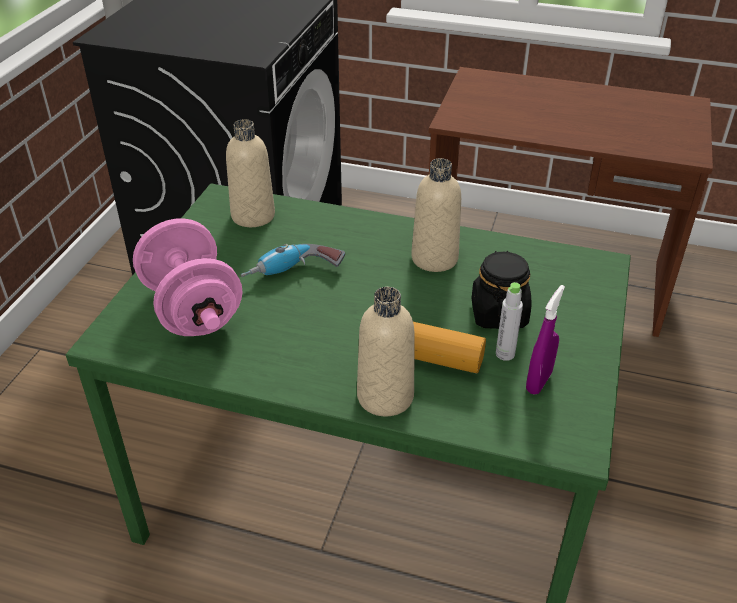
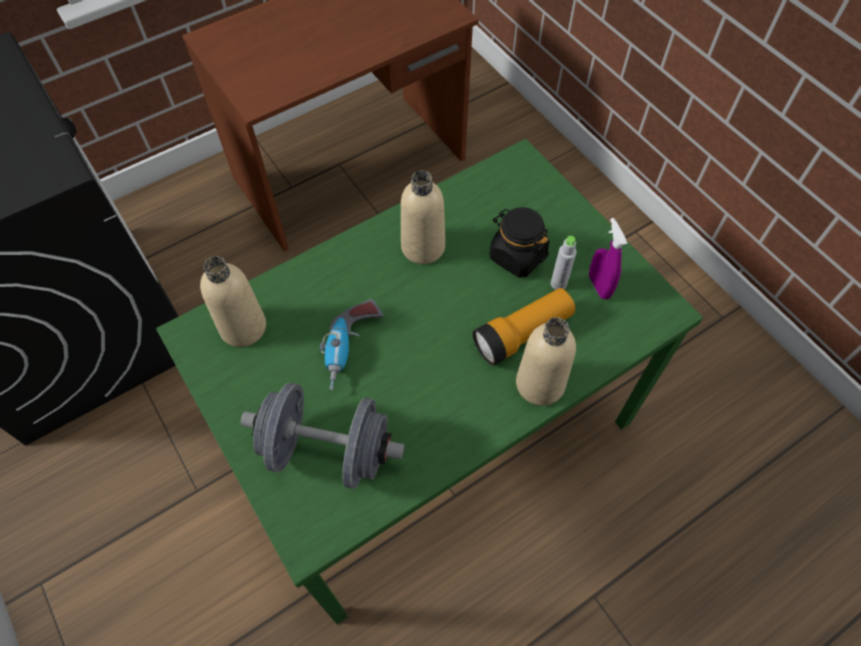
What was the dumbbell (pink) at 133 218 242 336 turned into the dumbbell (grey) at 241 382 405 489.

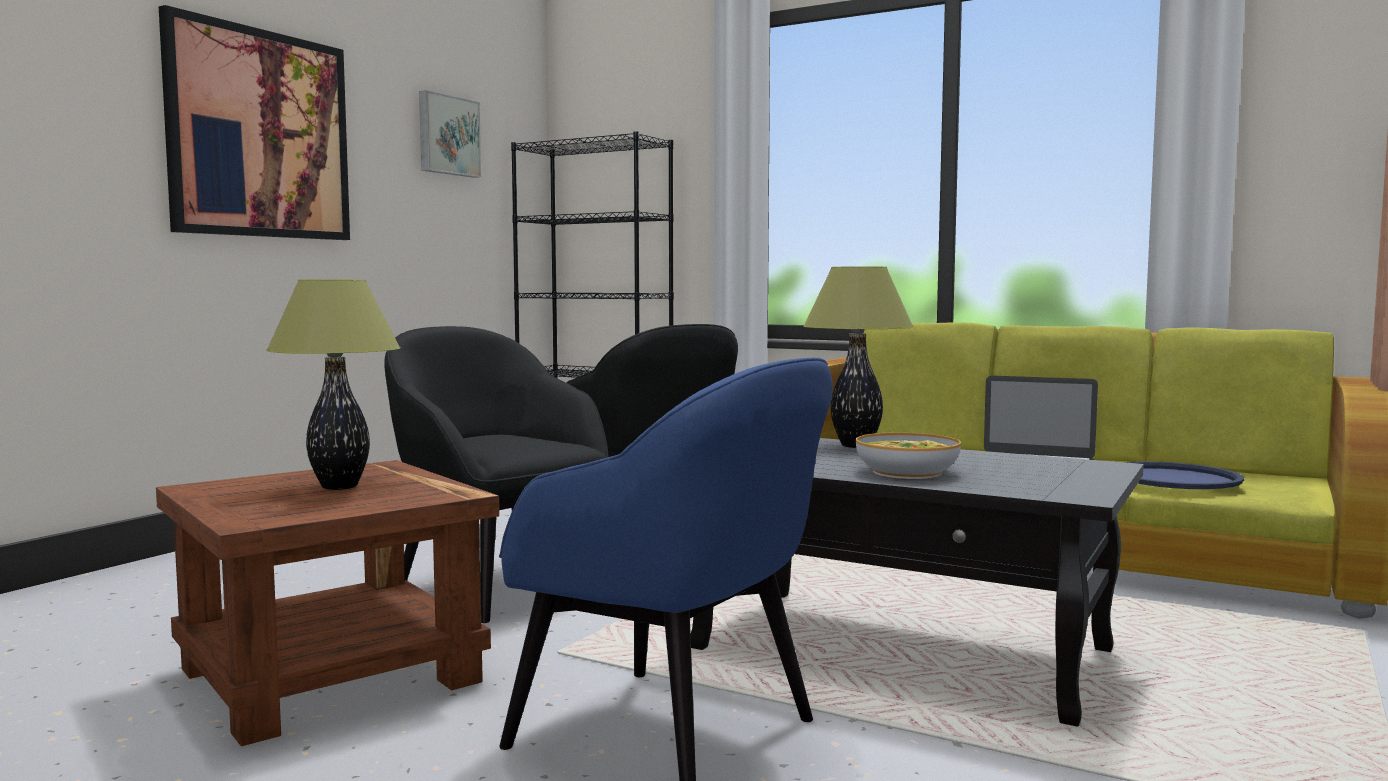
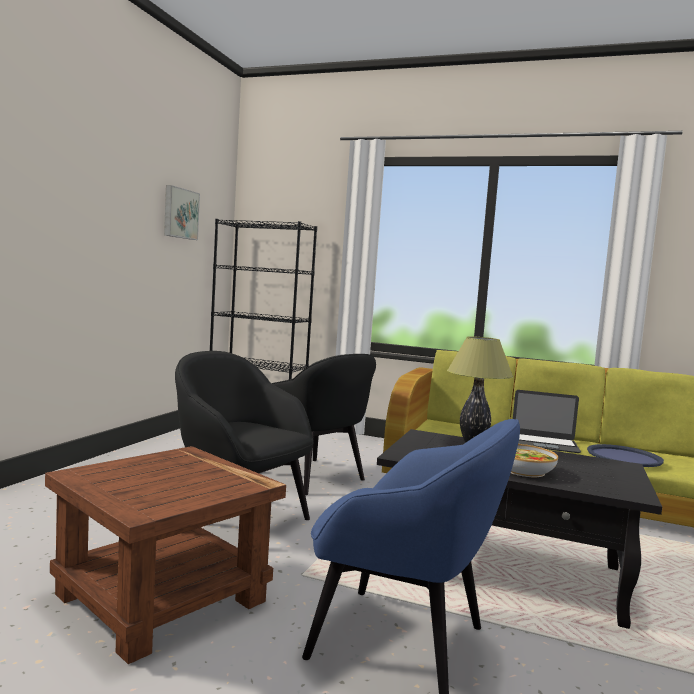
The second view lost the picture at 159 5 350 240. The second view lost the table lamp at 266 280 401 490.

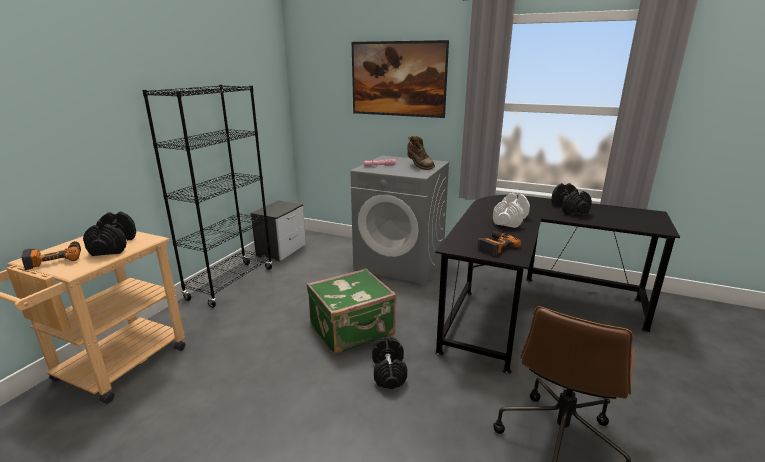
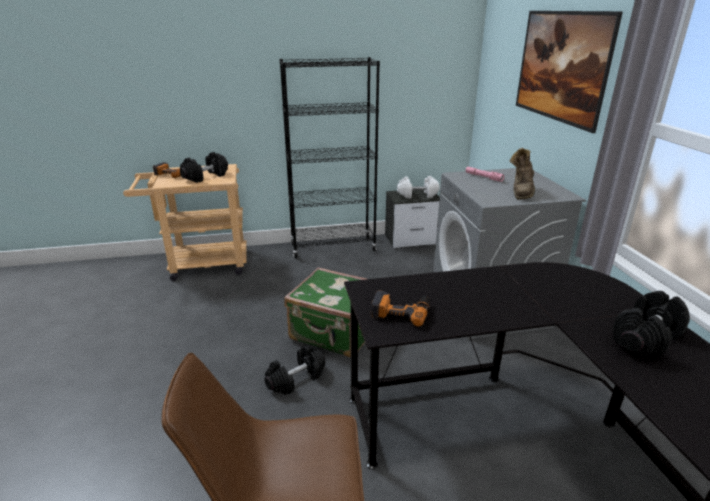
The dumbbell (white) ended up elsewhere, having gone from 493 193 530 228 to 397 176 440 198.

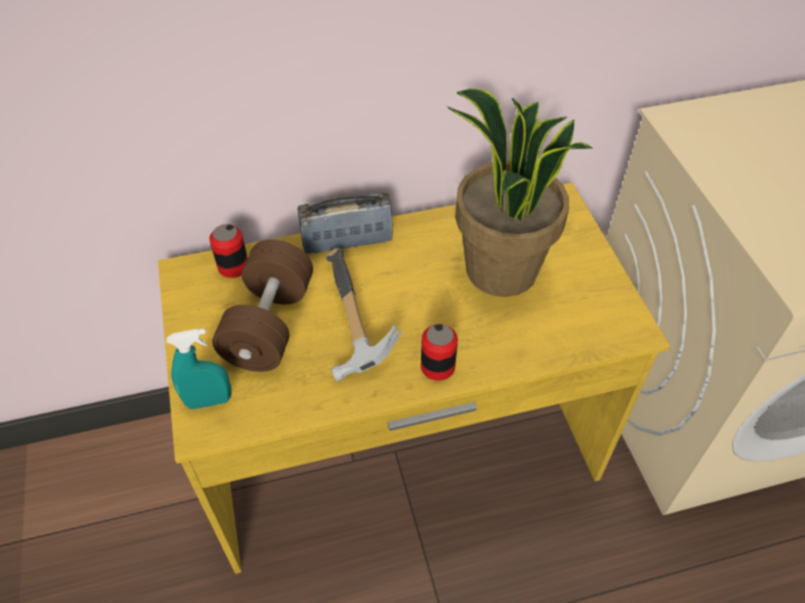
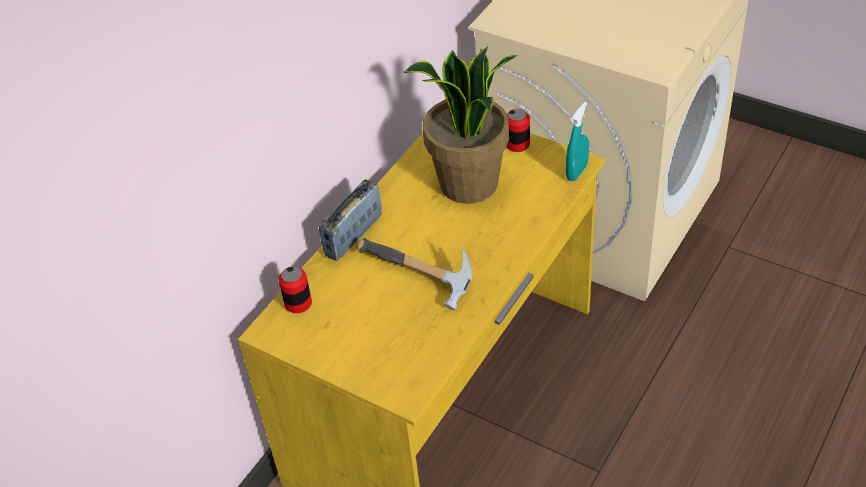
The second view lost the dumbbell (brown) at 212 239 313 372. The spray bottle (turquoise) ended up elsewhere, having gone from 167 328 231 409 to 566 102 589 181. The can ended up elsewhere, having gone from 421 324 458 381 to 507 109 530 152.

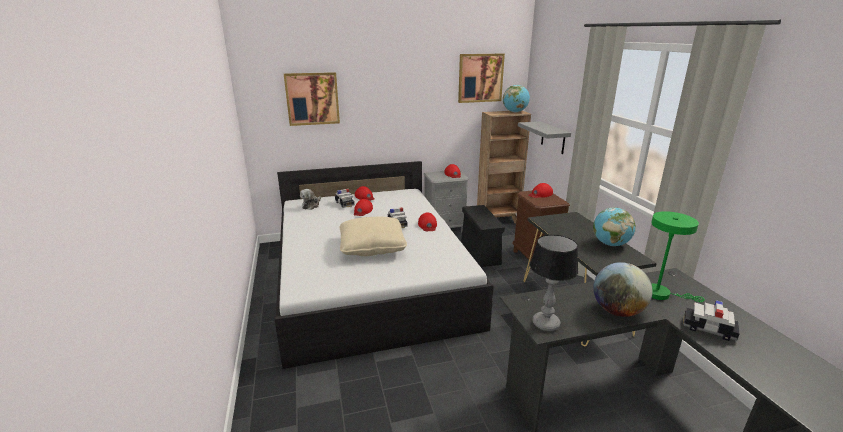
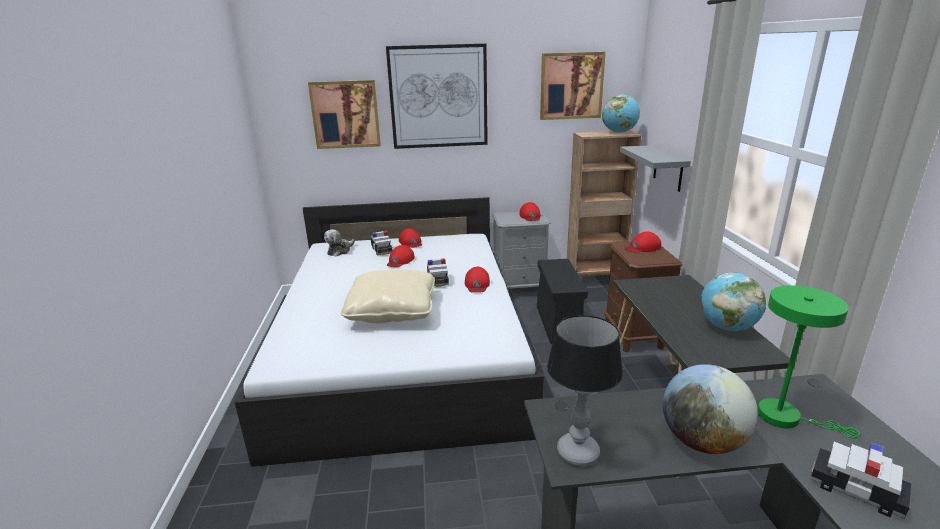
The second view gained the picture at 386 44 488 149.

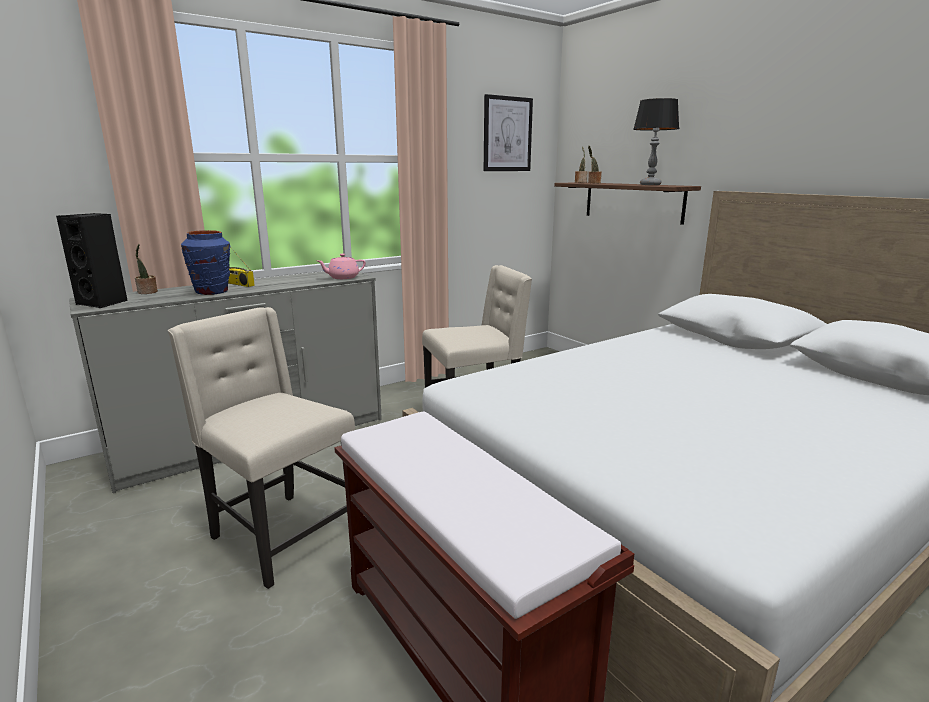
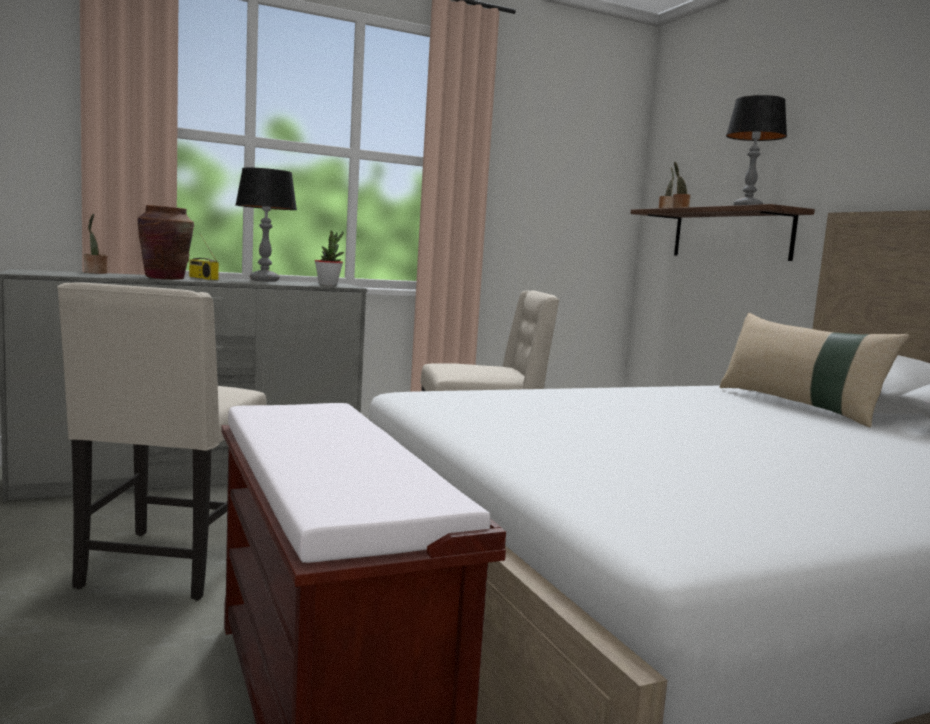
The second view lost the speaker (black) at 56 213 128 308. The second view lost the picture at 484 94 533 171. The second view gained the table lamp at 235 168 297 282. The second view gained the pillow (beige) at 719 313 909 427. Where the teapot (pink) stood at 317 254 366 279, the potted plant came to stand at 315 231 344 286. What was the vase (blue) at 181 230 230 295 turned into the vase (brown) at 138 205 194 279. The chair (beige) at 168 307 355 589 ended up facing another way, 135 degrees counterclockwise from before.

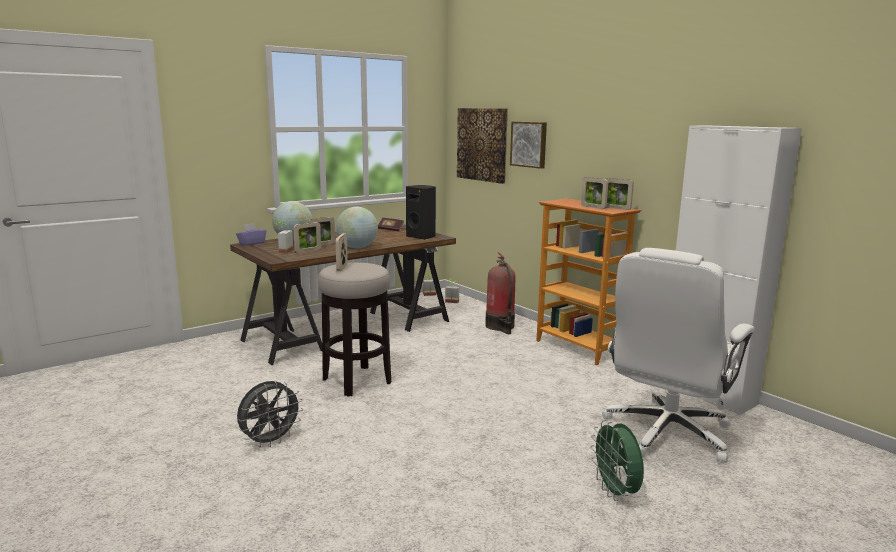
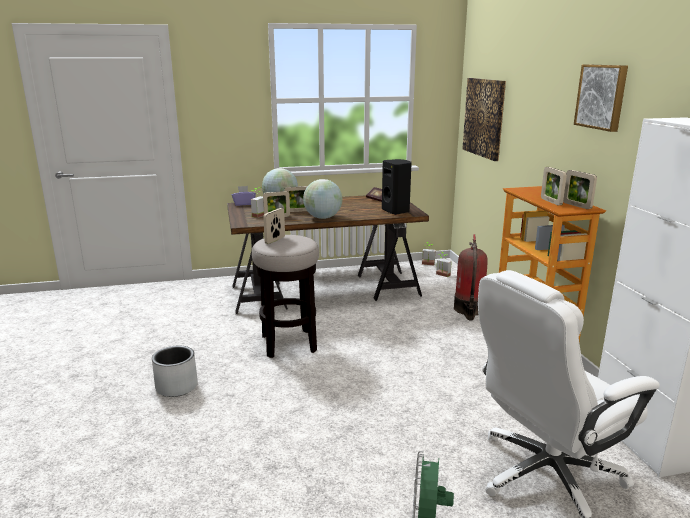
The picture ended up elsewhere, having gone from 510 122 547 169 to 574 64 628 132. Where the fan (grey) stood at 237 381 303 448, the planter (grey) came to stand at 152 345 198 397.

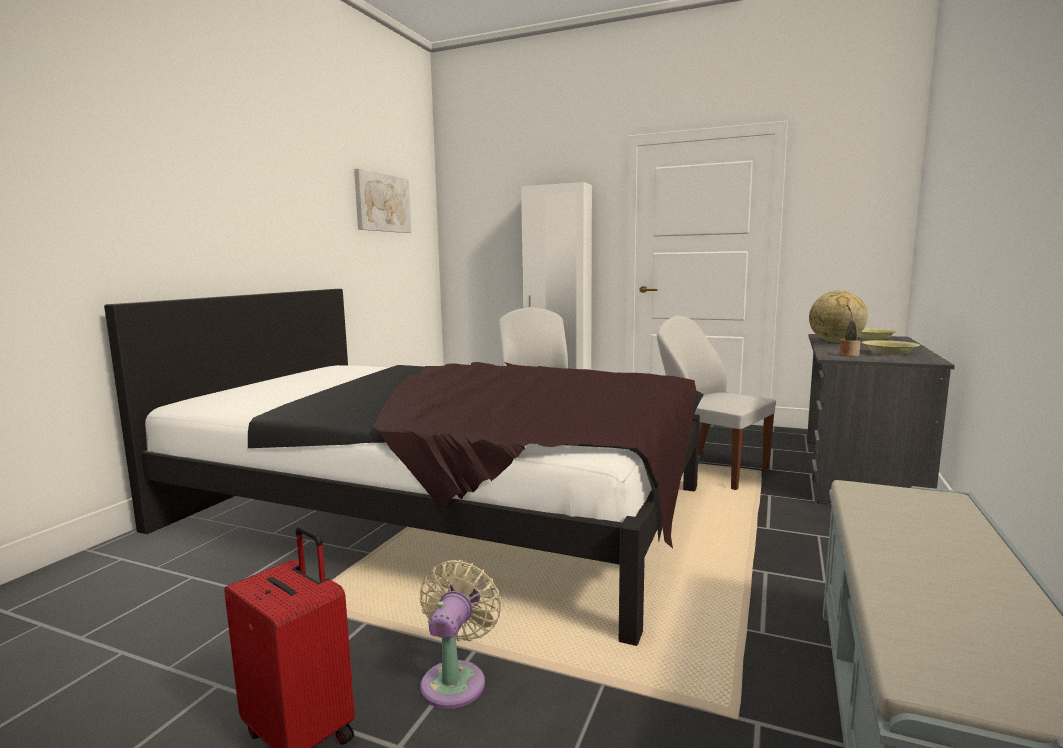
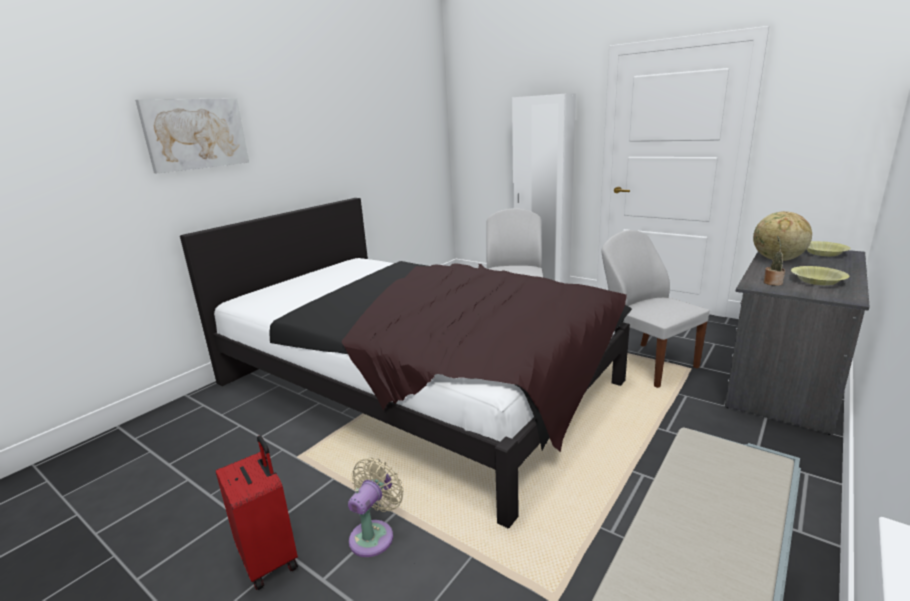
The picture ended up elsewhere, having gone from 354 169 411 233 to 135 98 249 173.

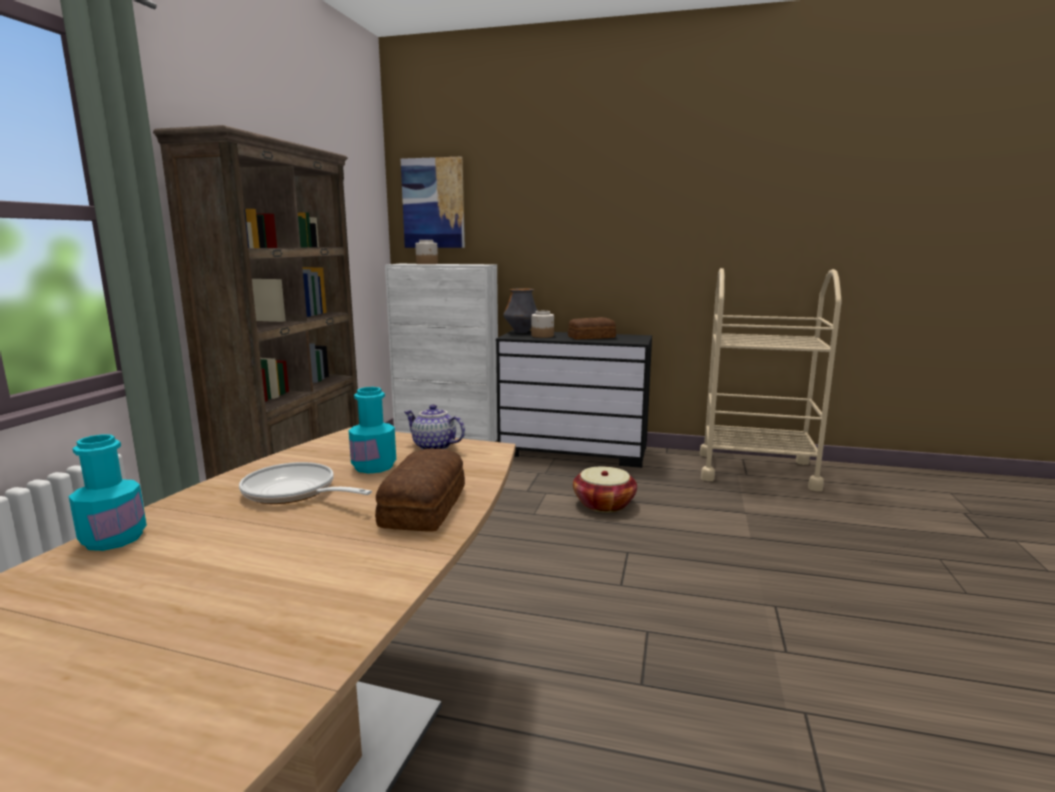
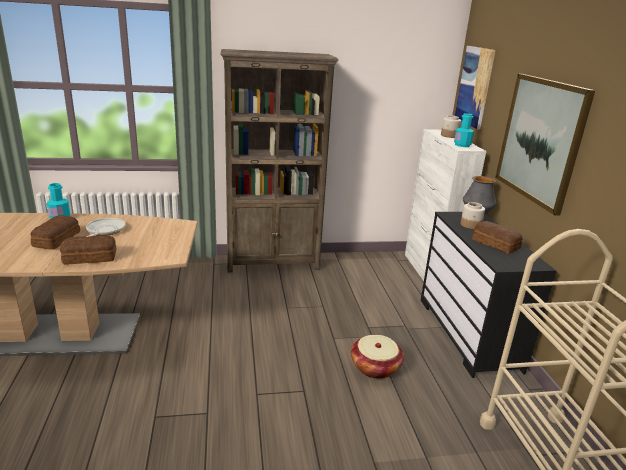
The second view lost the teapot at 404 404 465 449. The second view gained the bread at 30 215 80 250. The second view gained the picture at 495 74 595 216. The bottle (turquoise) ended up elsewhere, having gone from 349 387 396 474 to 454 113 474 147.

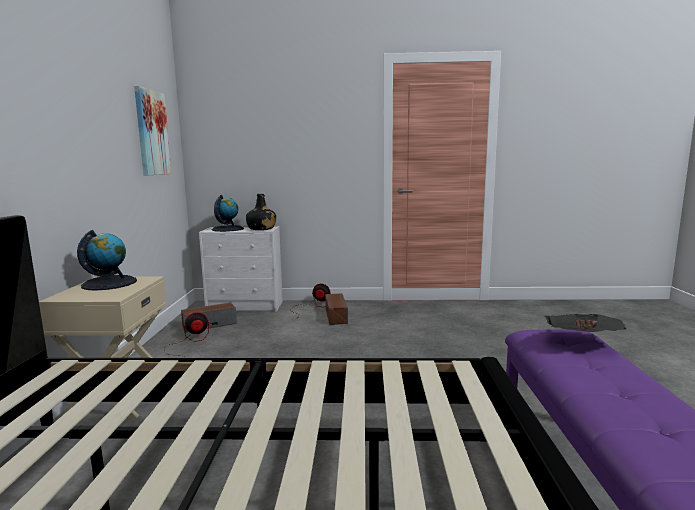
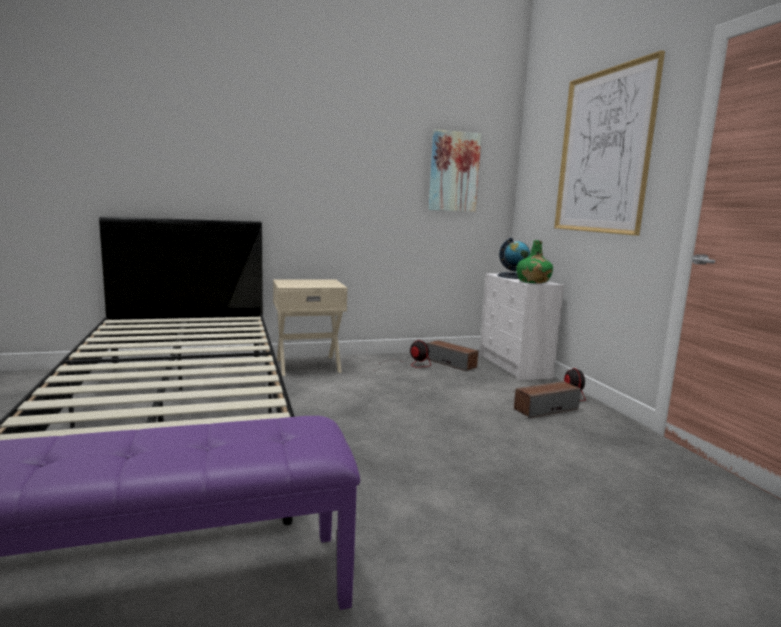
The second view lost the globe at 77 230 137 291. The second view lost the newspaper at 545 314 627 332. The second view gained the picture at 554 50 665 236. What was the bottle (black) at 246 194 276 230 turned into the bottle (green) at 517 240 553 283.

